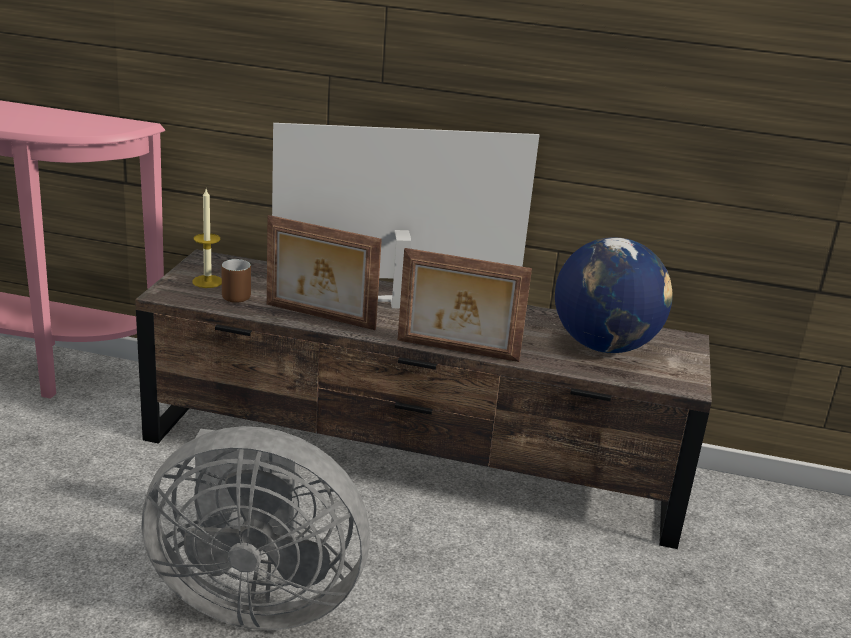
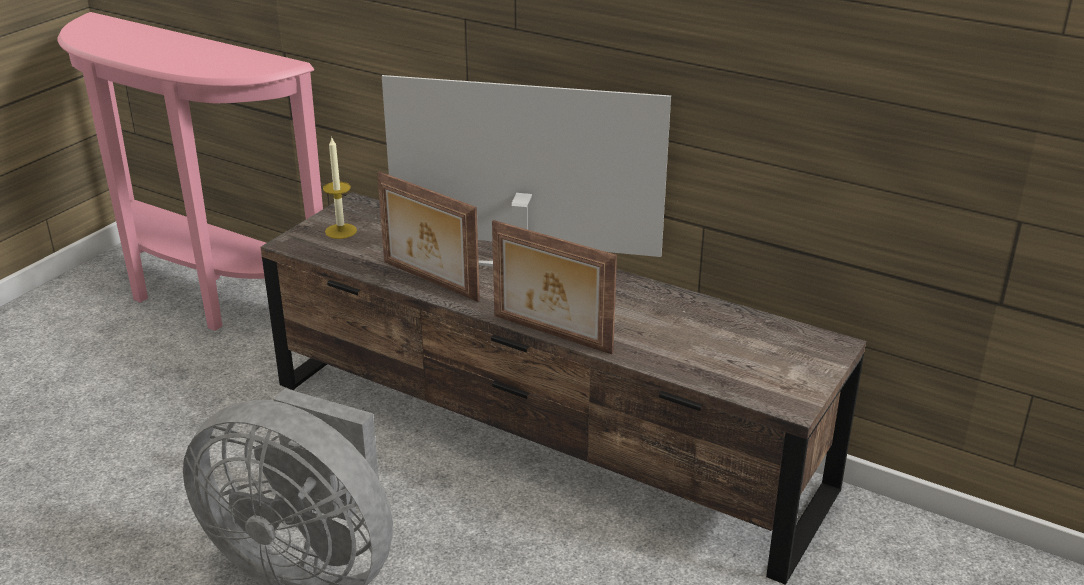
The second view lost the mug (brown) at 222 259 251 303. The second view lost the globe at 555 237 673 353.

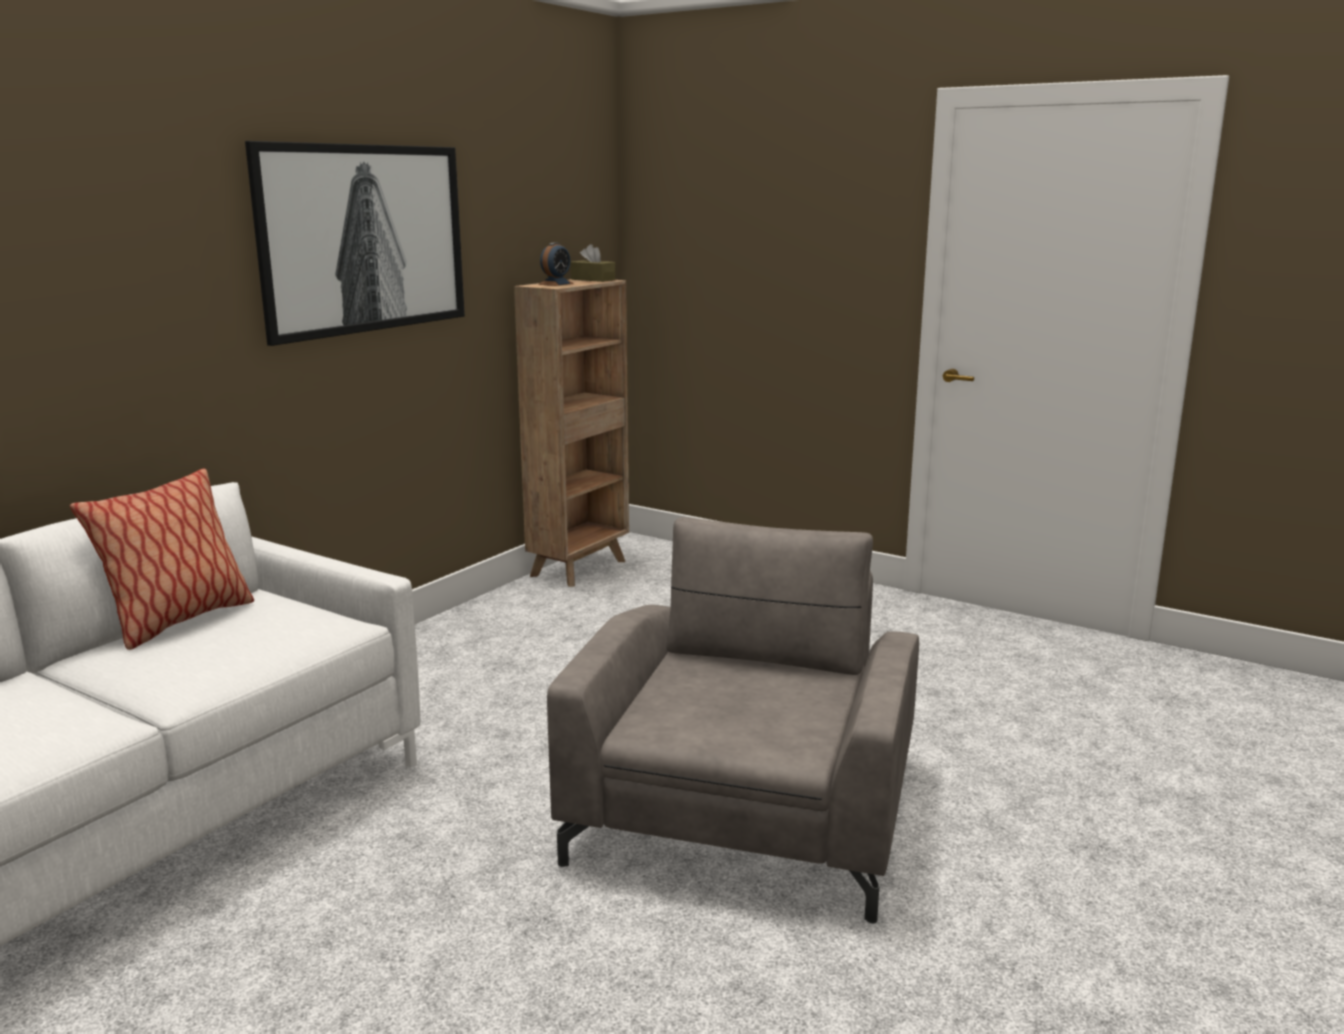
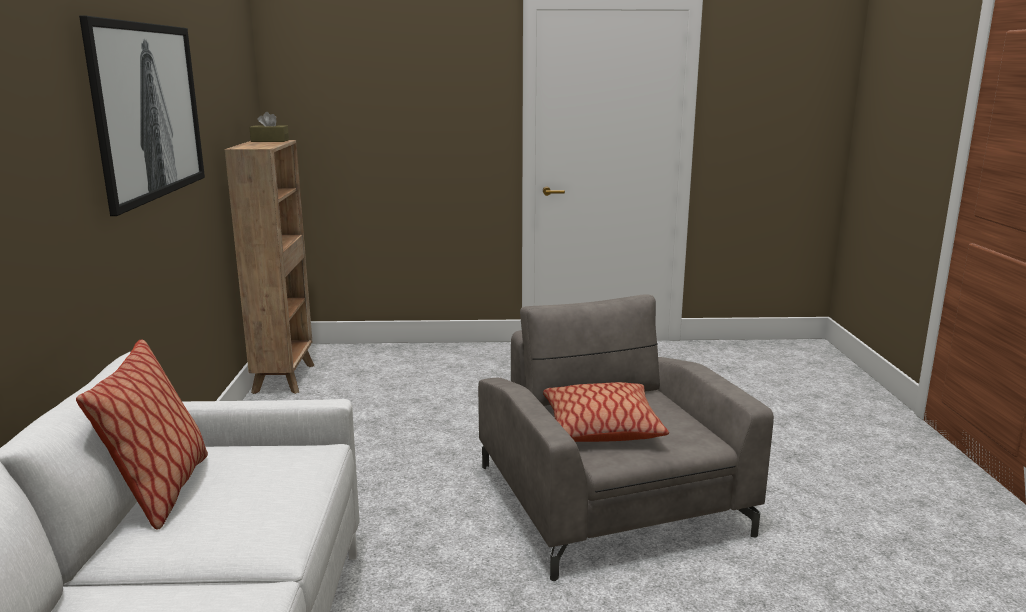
The second view lost the alarm clock at 538 242 574 286. The second view gained the pillow at 543 382 669 442.

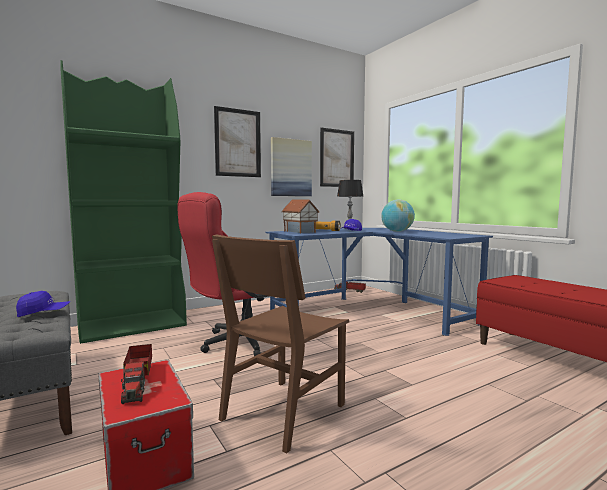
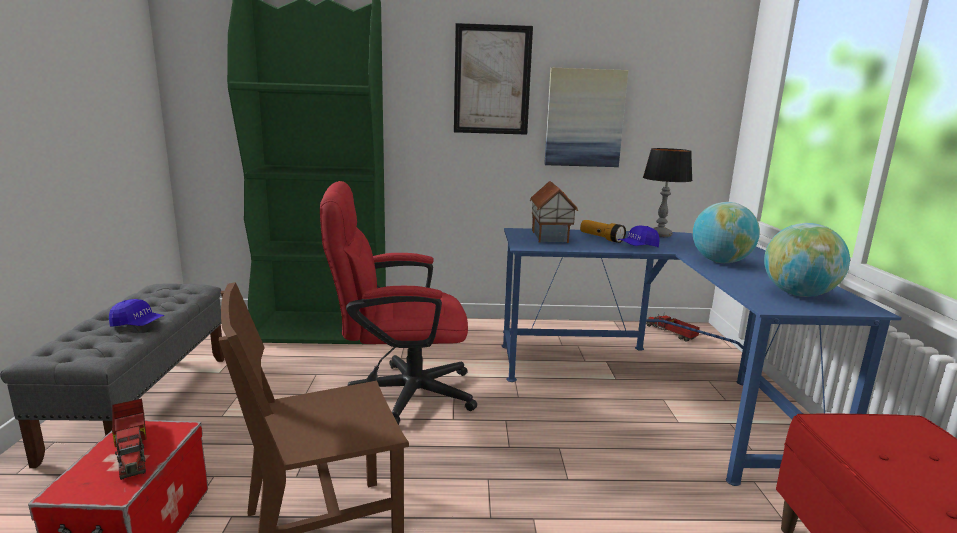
The second view lost the picture at 320 128 354 187. The second view gained the globe at 764 223 850 297. The toy truck at 121 344 152 404 ended up facing another way, 45 degrees counterclockwise from before.

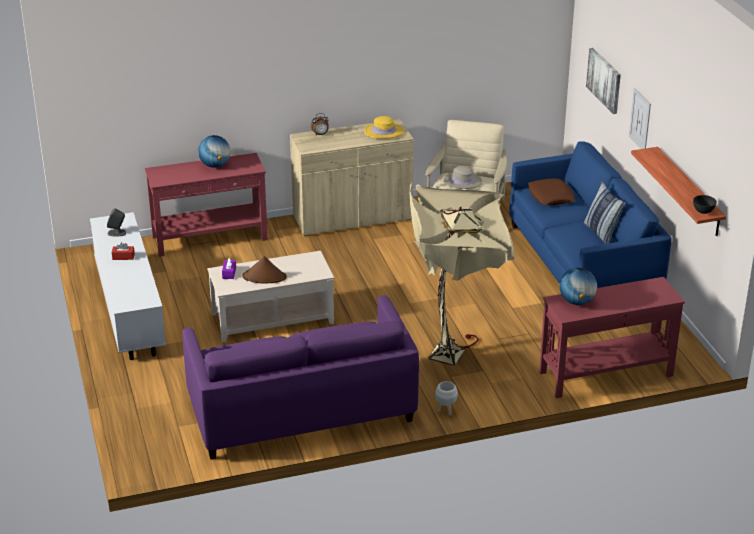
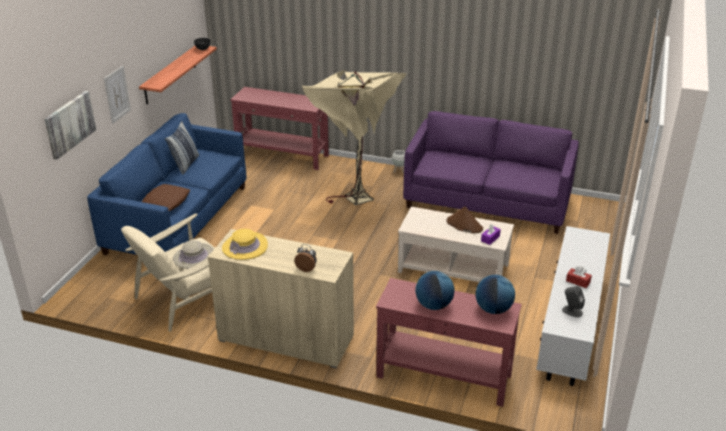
The globe ended up elsewhere, having gone from 559 268 597 305 to 475 275 515 314.

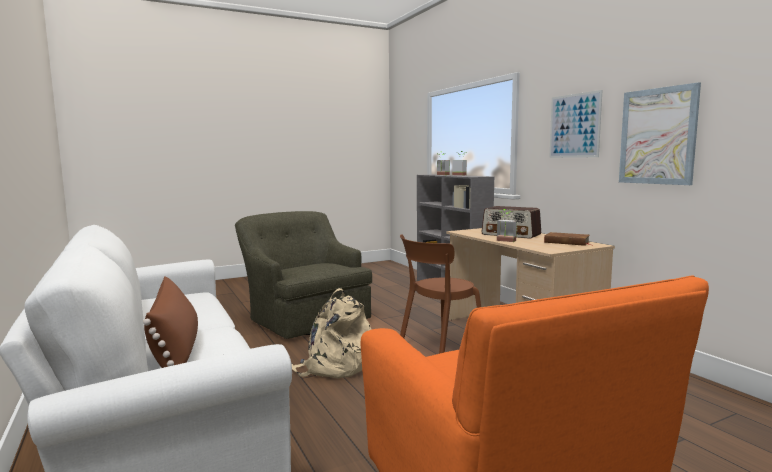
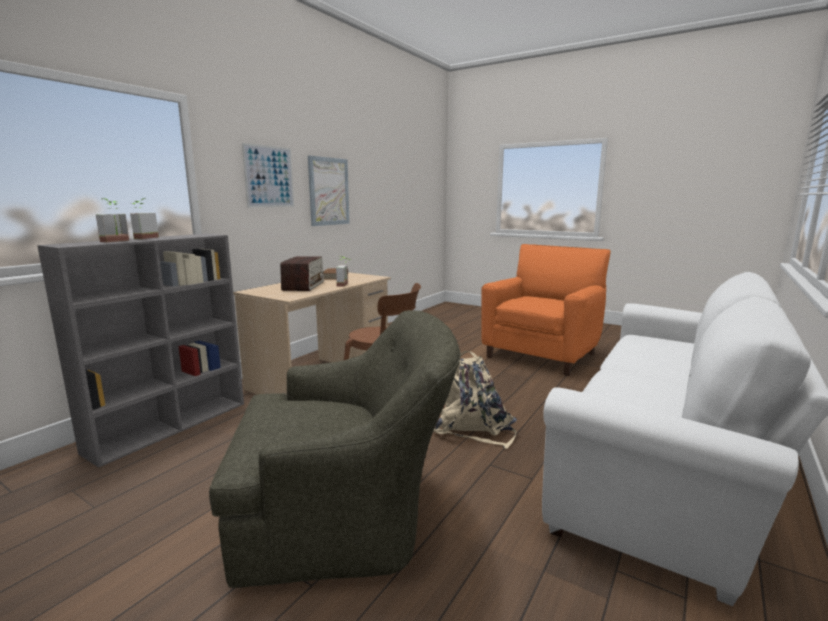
The second view lost the pillow (brown) at 143 277 198 368. The armchair (green) at 235 211 372 339 ended up facing another way, 120 degrees counterclockwise from before.

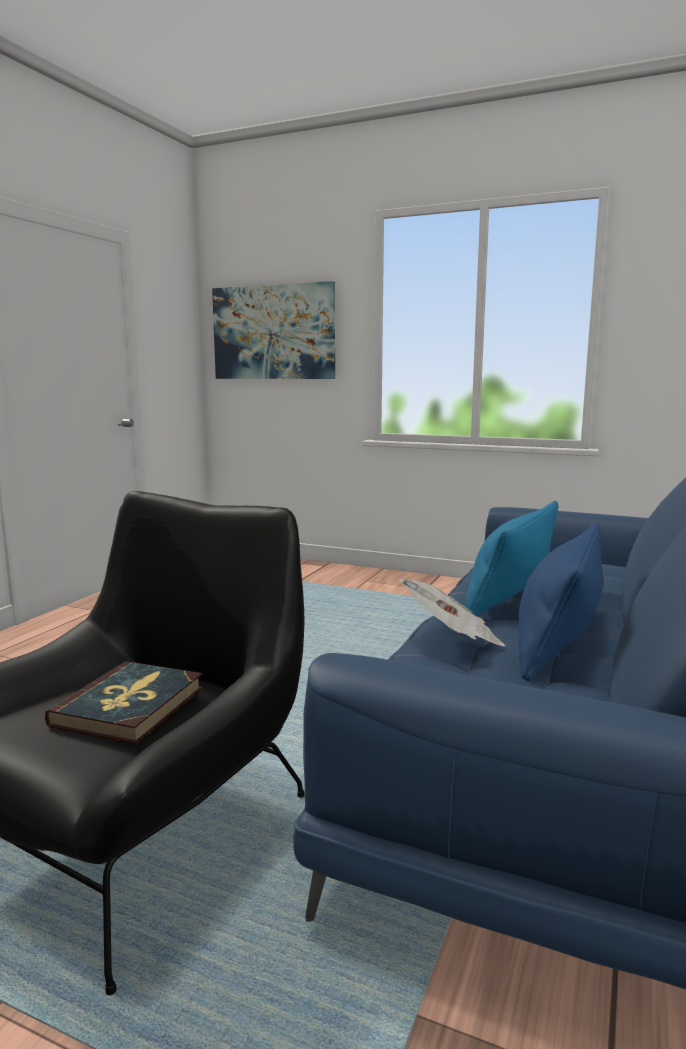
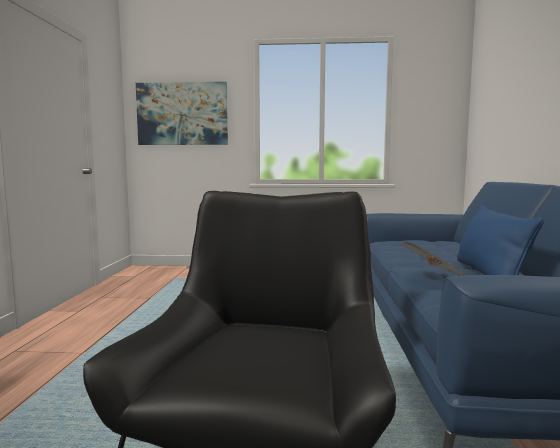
The second view lost the book at 45 661 203 745. The second view lost the pillow (blue) at 465 501 558 616.

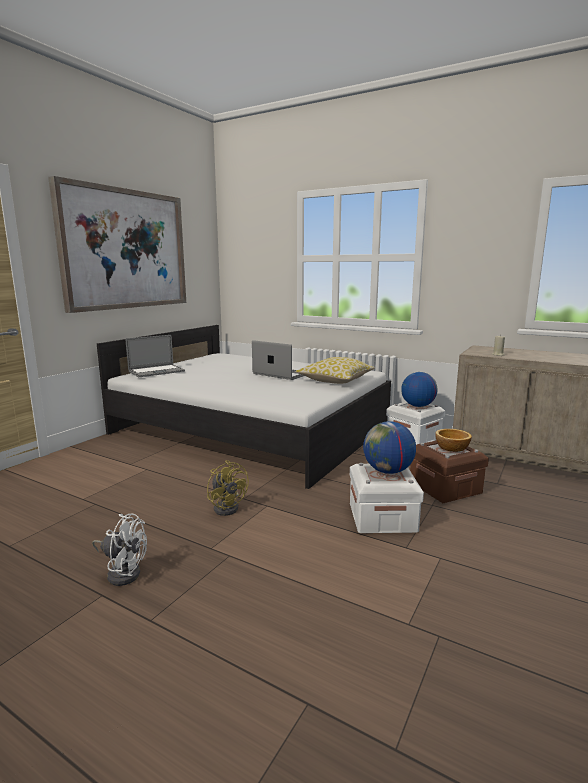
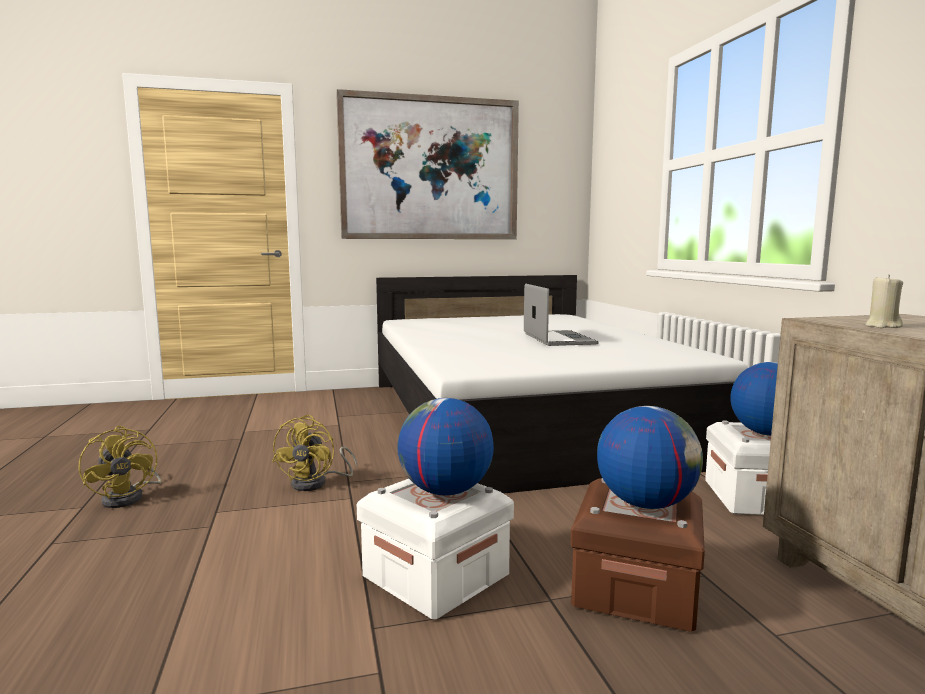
The second view lost the laptop at 125 335 185 377. The second view lost the pillow at 295 357 375 384. Where the bowl stood at 435 429 472 452, the globe came to stand at 597 406 703 509. What was the fan (white) at 92 513 147 586 turned into the fan (yellow) at 78 426 161 508.

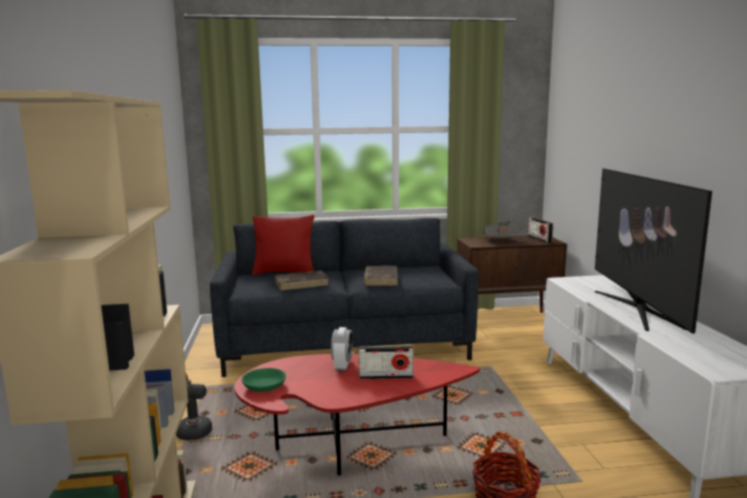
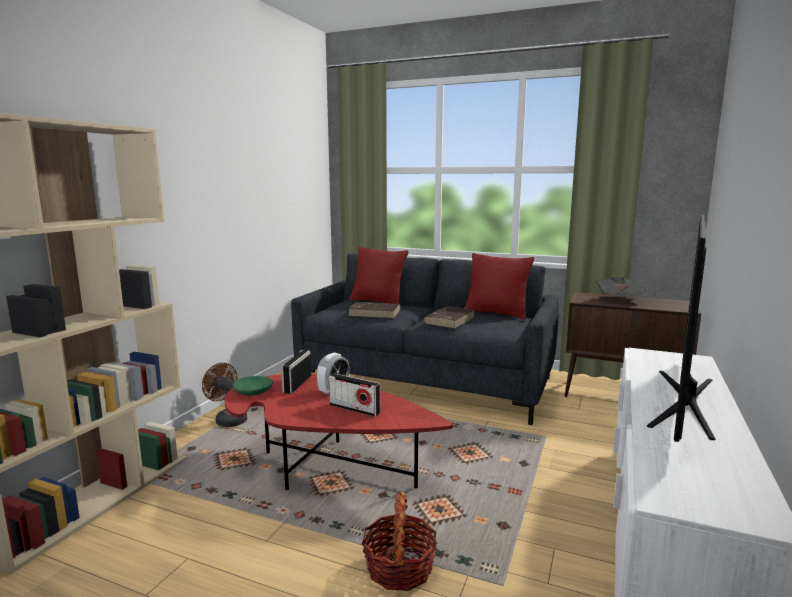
The second view gained the pillow (red) at 464 253 534 320. The radio ended up elsewhere, having gone from 528 218 554 243 to 281 350 312 394.

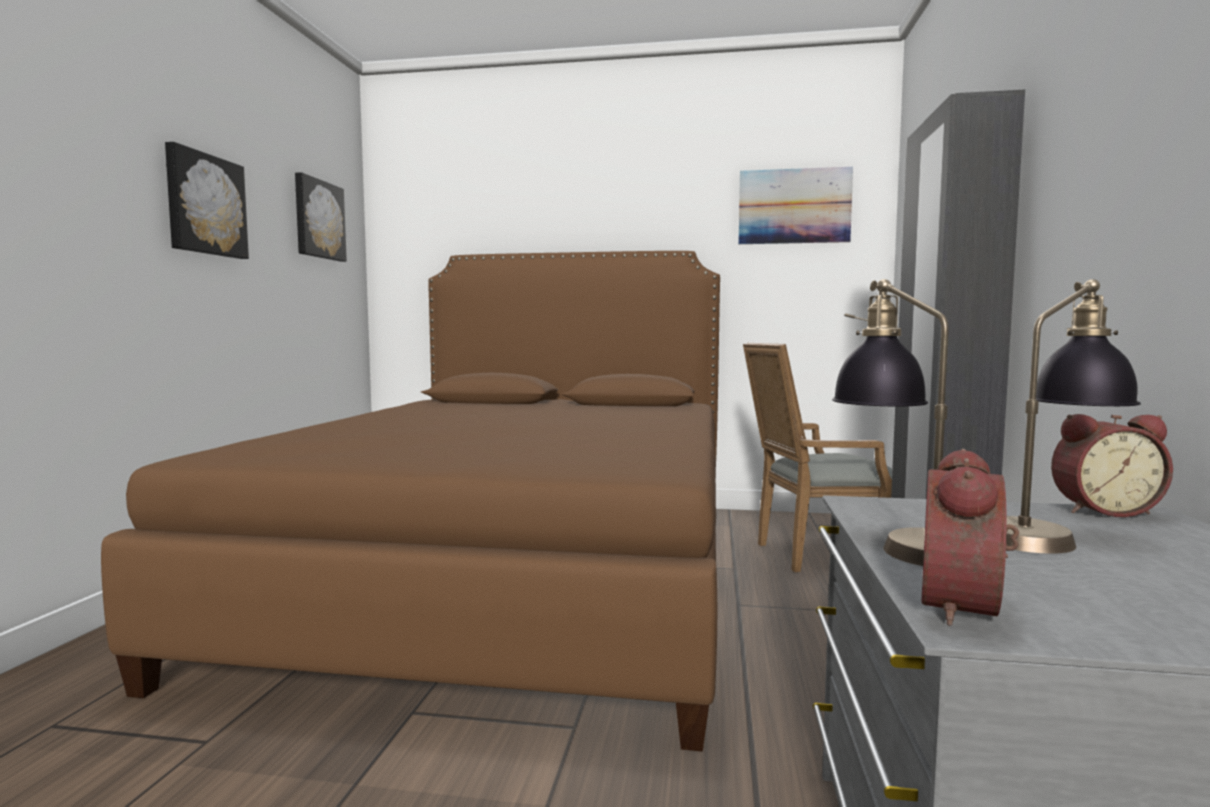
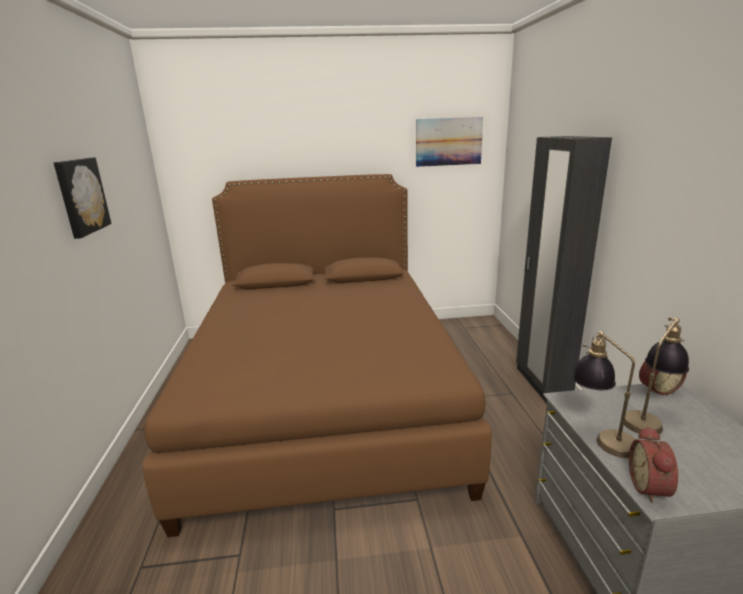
The second view lost the picture at 295 172 347 262. The second view lost the armchair (grey) at 743 343 892 572.

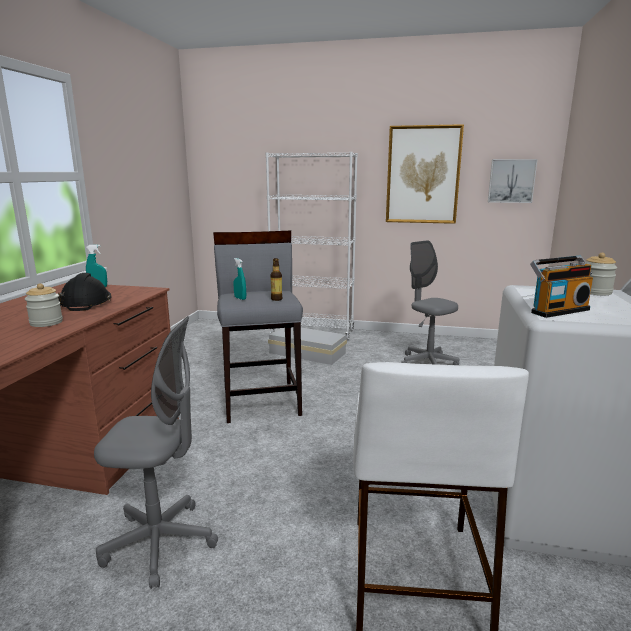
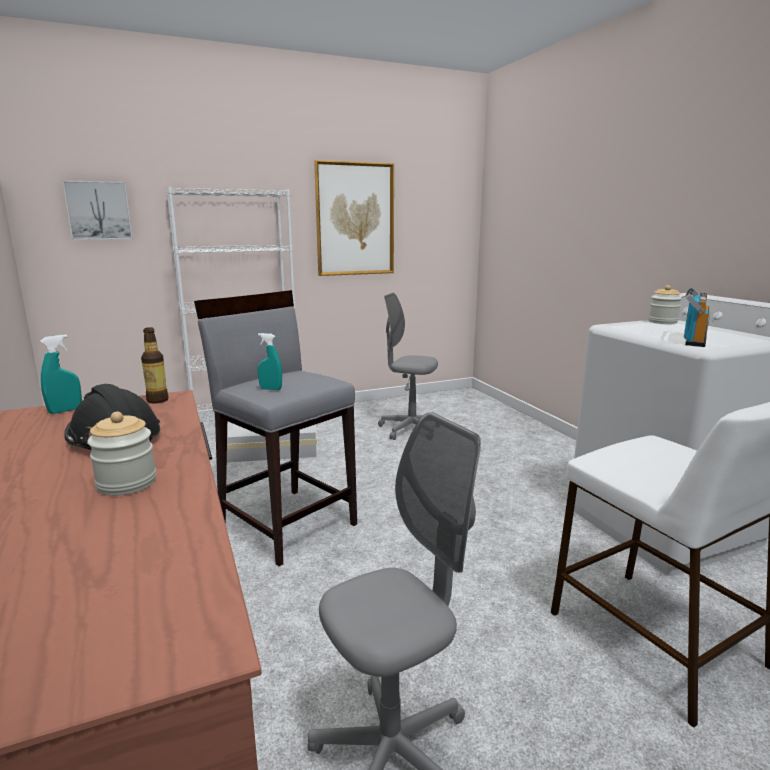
The bottle ended up elsewhere, having gone from 270 258 283 301 to 141 327 169 404. The picture ended up elsewhere, having gone from 488 159 538 203 to 62 180 133 240.

